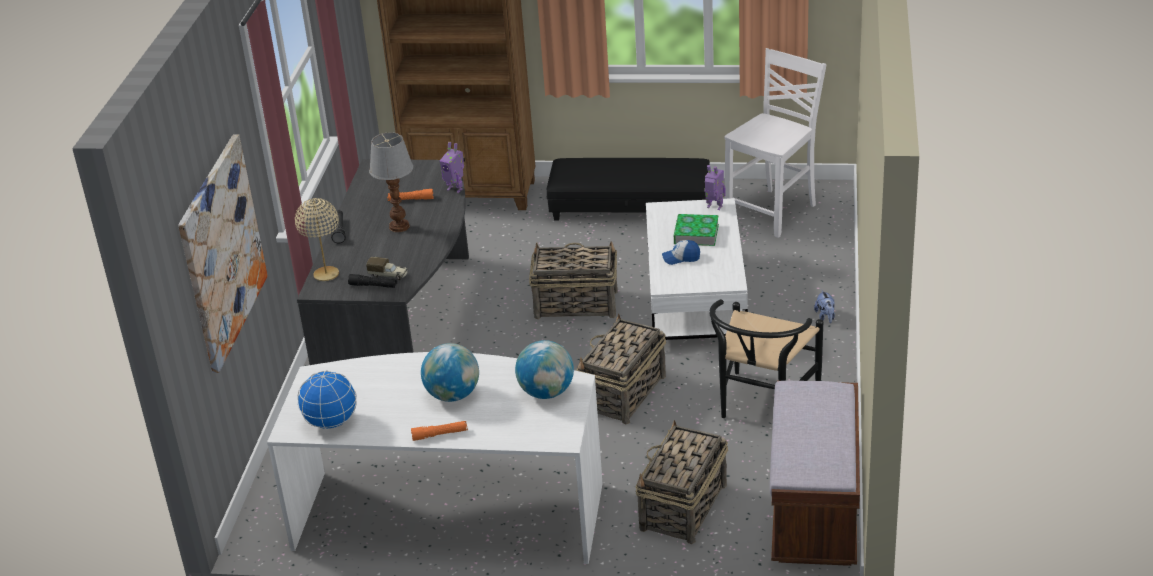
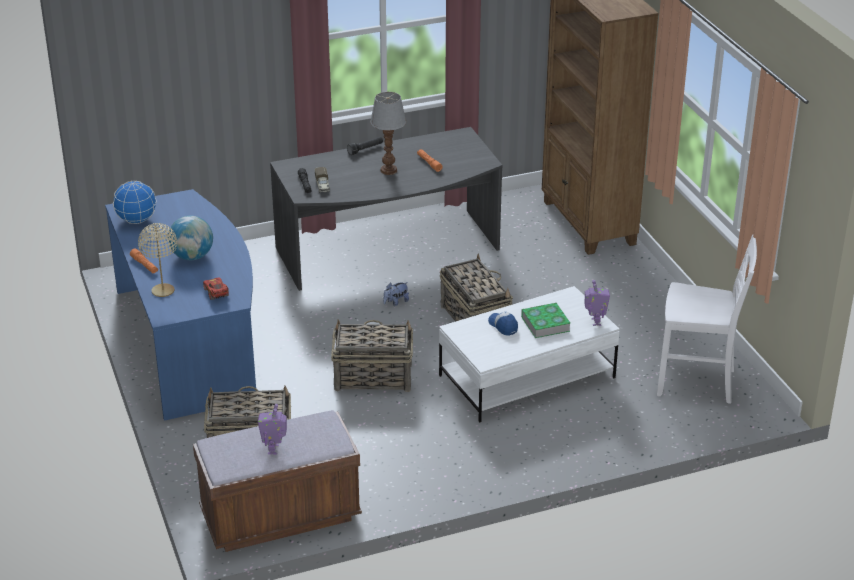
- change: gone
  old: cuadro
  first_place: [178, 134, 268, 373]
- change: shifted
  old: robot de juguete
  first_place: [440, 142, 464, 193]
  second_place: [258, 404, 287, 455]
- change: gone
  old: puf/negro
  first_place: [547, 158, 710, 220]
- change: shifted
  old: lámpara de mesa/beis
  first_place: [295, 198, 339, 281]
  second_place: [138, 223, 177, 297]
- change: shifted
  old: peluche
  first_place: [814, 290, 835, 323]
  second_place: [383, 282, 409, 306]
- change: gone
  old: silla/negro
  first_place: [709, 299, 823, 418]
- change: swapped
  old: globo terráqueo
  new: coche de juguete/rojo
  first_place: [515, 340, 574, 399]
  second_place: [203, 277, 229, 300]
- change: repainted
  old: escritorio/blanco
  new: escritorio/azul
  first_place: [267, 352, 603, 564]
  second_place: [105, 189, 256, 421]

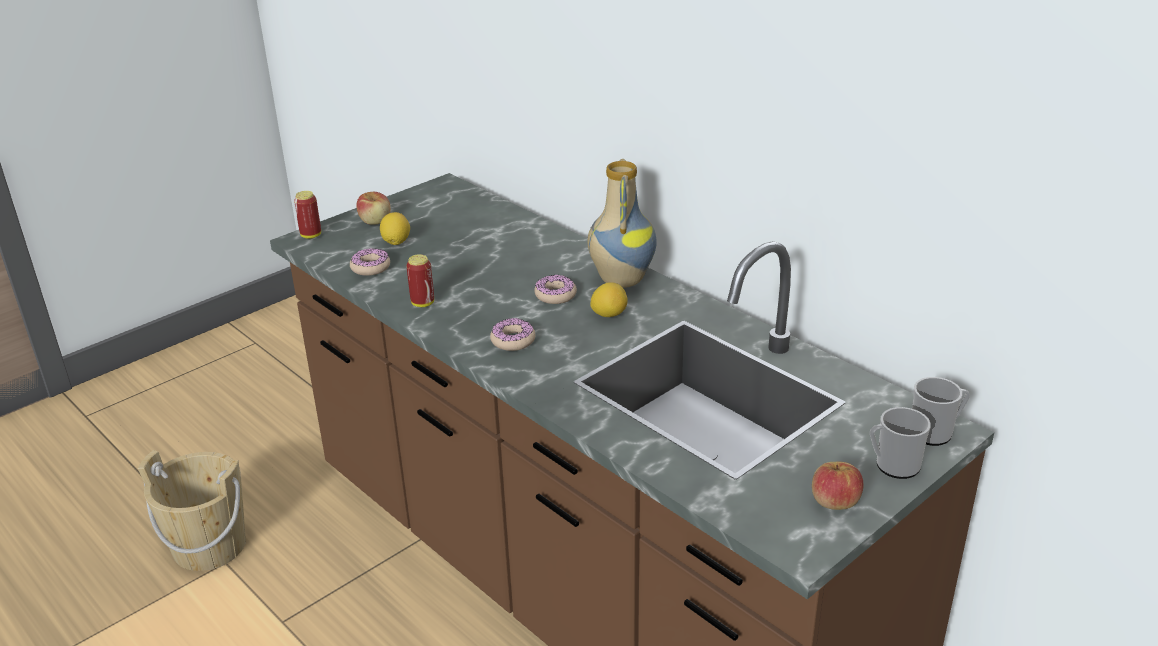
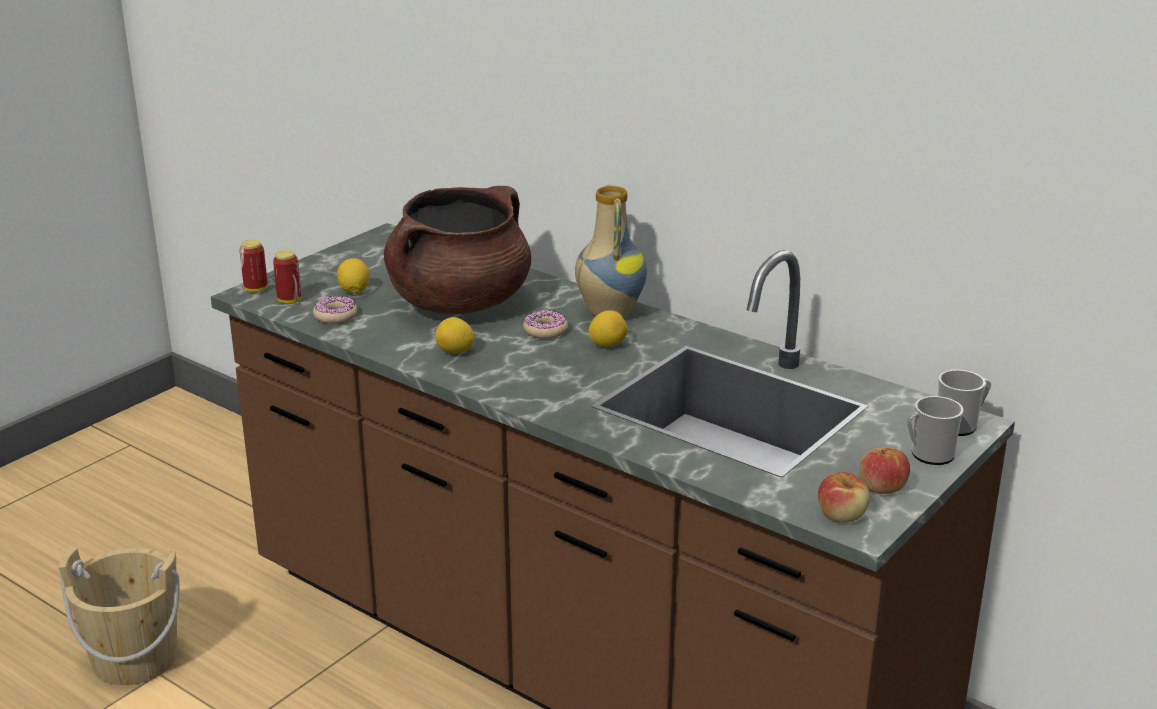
- change: shifted
  old: manzana
  first_place: [356, 192, 391, 225]
  second_place: [818, 472, 870, 523]
- change: shifted
  old: lata
  first_place: [406, 254, 434, 307]
  second_place: [273, 250, 301, 304]
- change: gone
  old: rosquilla
  first_place: [490, 318, 535, 351]
- change: new
  new: olla/marrón
  second_place: [384, 186, 531, 314]
- change: new
  new: limón
  second_place: [435, 317, 475, 354]

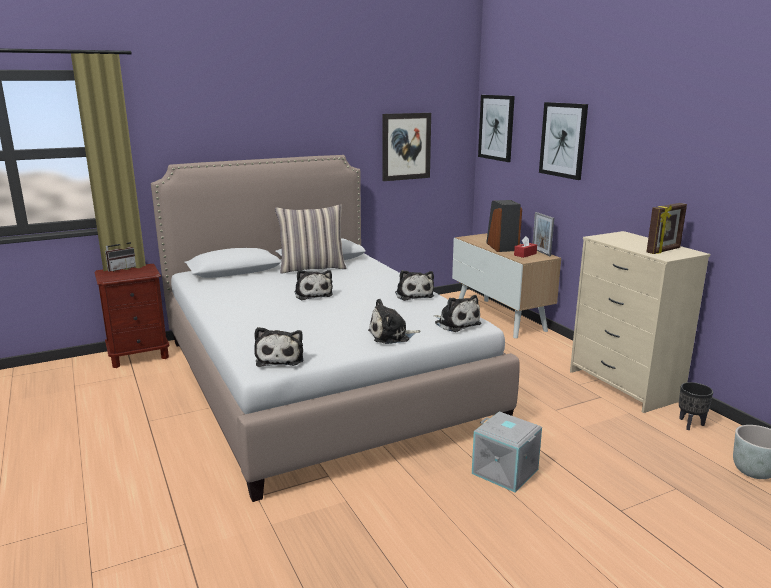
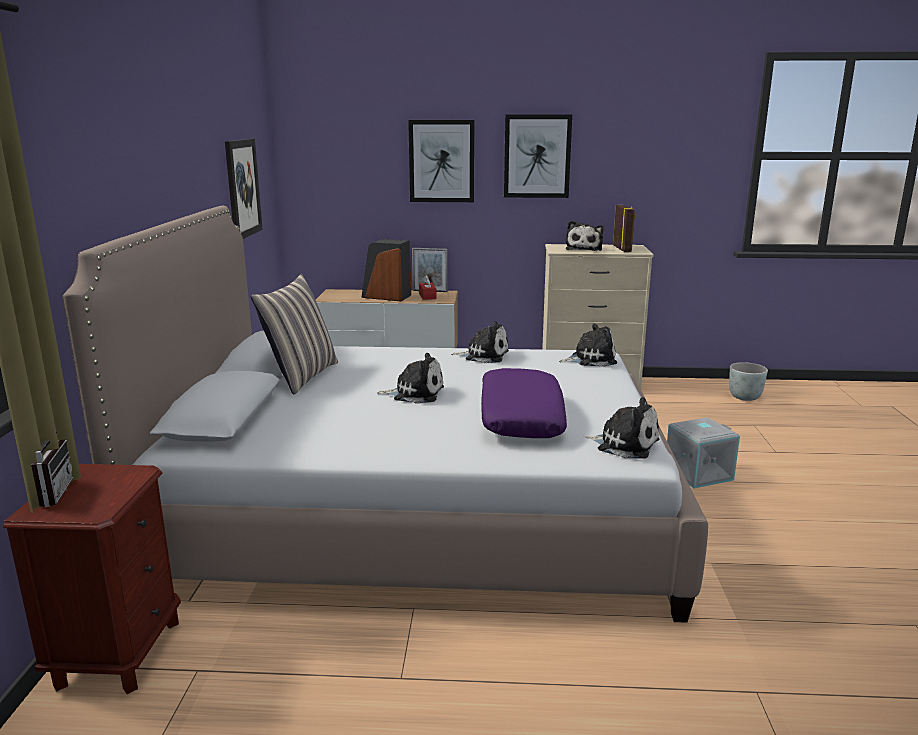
- change: shifted
  old: cuadro
  first_place: [478, 95, 515, 162]
  second_place: [504, 115, 572, 198]
- change: shifted
  old: peluche
  first_place: [368, 299, 421, 344]
  second_place: [566, 220, 604, 251]
- change: gone
  old: maceta/negro
  first_place: [679, 382, 713, 430]
- change: new
  new: cojín/morado
  second_place: [481, 368, 567, 438]

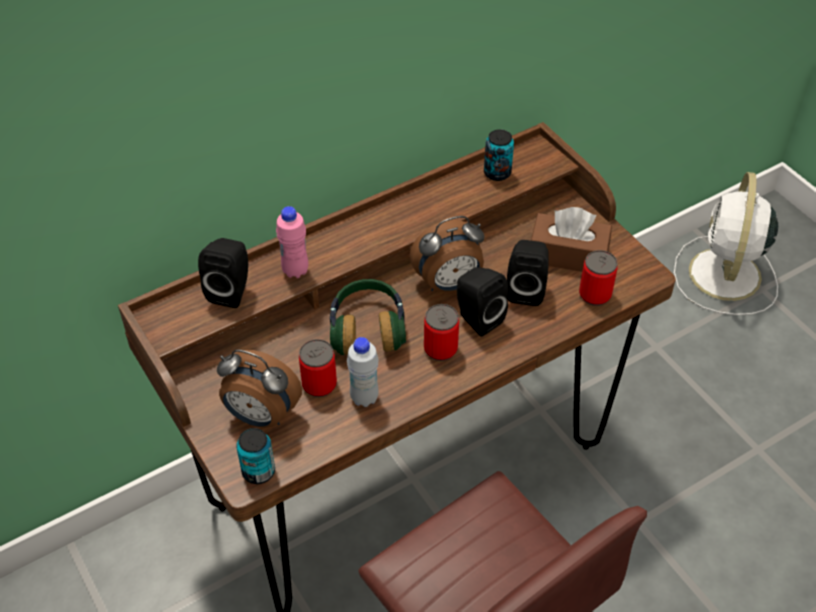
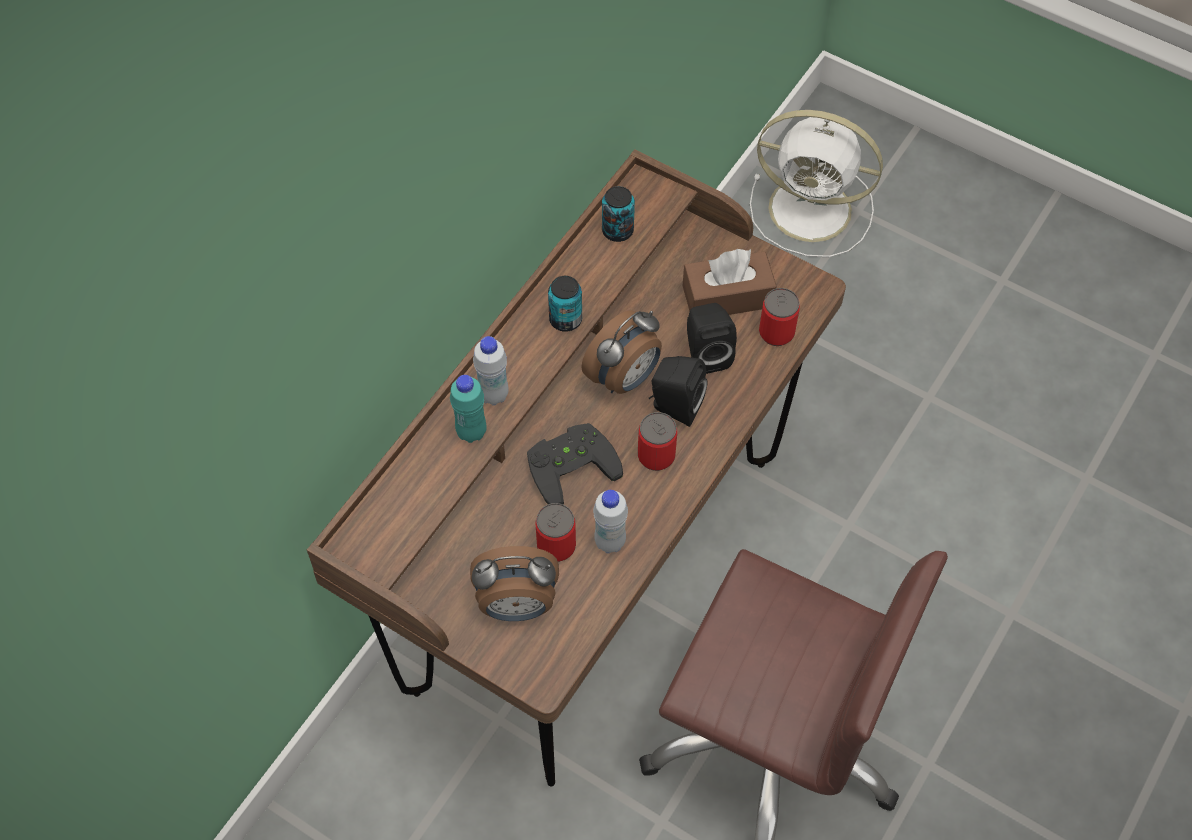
- change: rotated
  old: ventilador/blanco
  first_place: [674, 172, 778, 315]
  second_place: [750, 110, 883, 257]
  degrees: -60
- change: repainted
  old: botella/rosa
  new: botella/turquesa
  first_place: [276, 206, 308, 278]
  second_place: [450, 375, 487, 443]
- change: gone
  old: altavoz/negro
  first_place: [198, 238, 248, 308]
- change: swapped
  old: auriculares
  new: mando de consola/negro
  first_place: [330, 279, 406, 355]
  second_place: [527, 423, 623, 505]
- change: shifted
  old: lata
  first_place: [236, 428, 275, 484]
  second_place: [548, 276, 582, 332]
- change: new
  new: botella/blanco
  second_place: [473, 336, 509, 406]

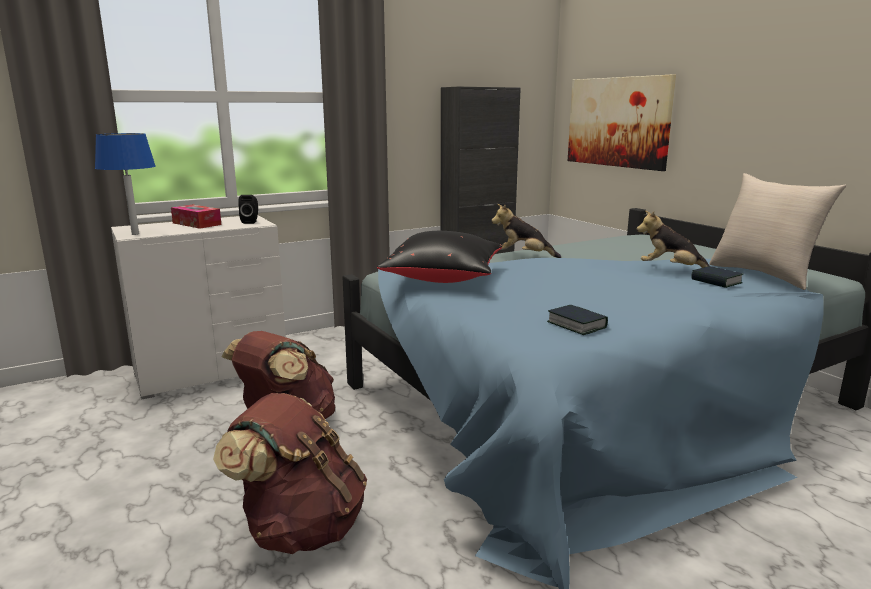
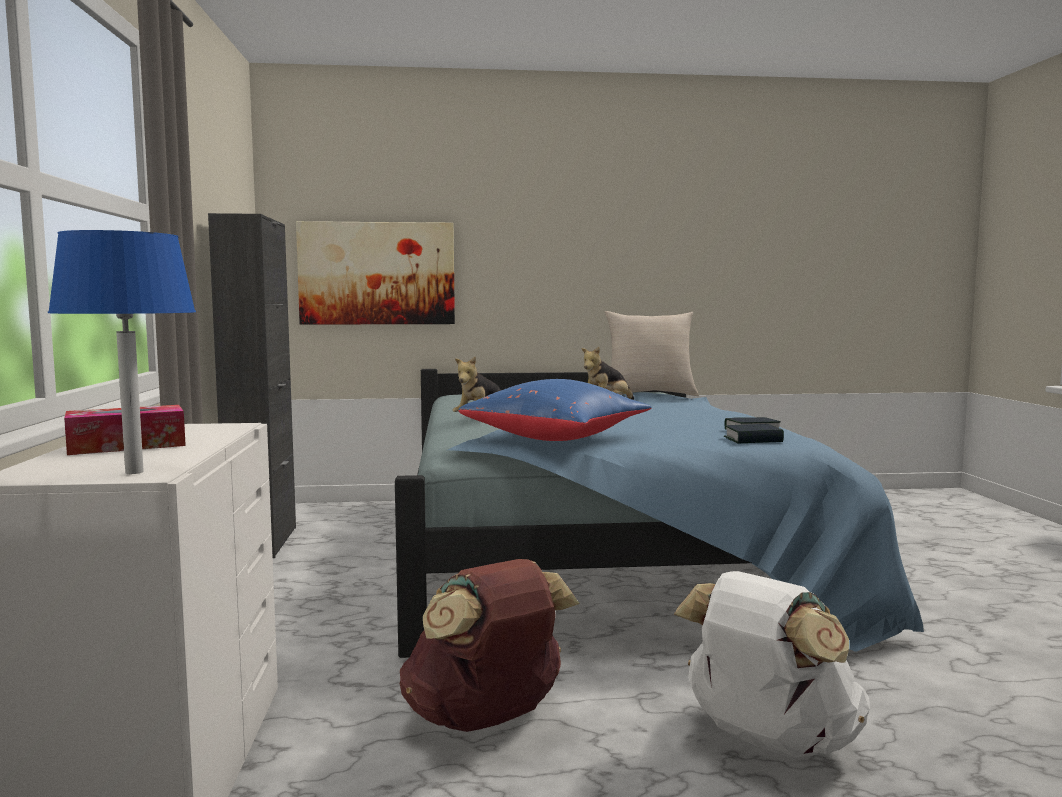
- change: gone
  old: altavoz/negro
  first_place: [238, 195, 258, 224]
- change: repainted
  old: cojín/negro
  new: cojín/azul
  first_place: [377, 231, 502, 283]
  second_place: [458, 379, 652, 441]
- change: shifted
  old: libro
  first_place: [691, 266, 744, 288]
  second_place: [724, 424, 784, 443]
- change: repainted
  old: mochila/marrón
  new: mochila/blanco
  first_place: [213, 393, 367, 554]
  second_place: [674, 571, 870, 758]

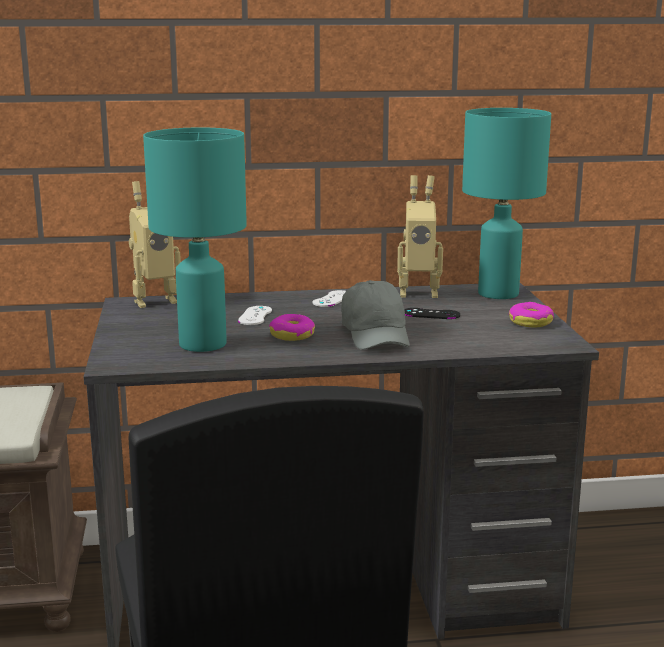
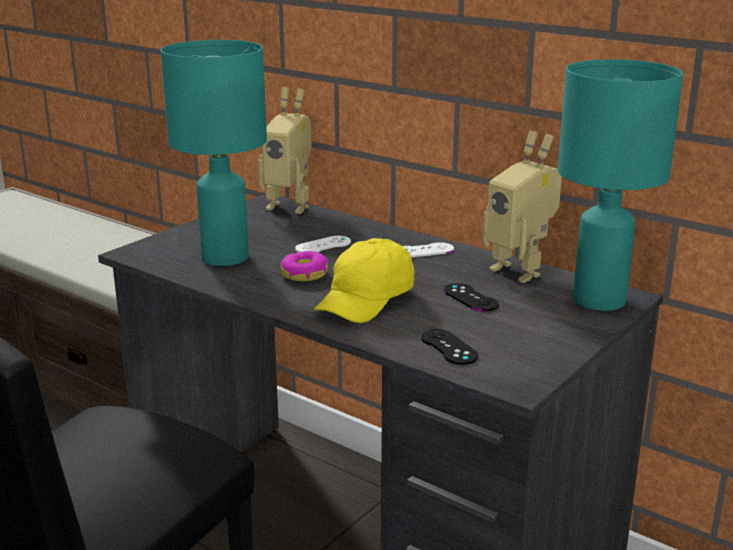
- change: repainted
  old: gorra/gris
  new: gorra/amarillo
  first_place: [341, 280, 410, 350]
  second_place: [314, 238, 415, 323]
- change: gone
  old: rosquilla
  first_place: [509, 302, 554, 327]
- change: new
  new: mando de consola/negro
  second_place: [421, 329, 479, 365]

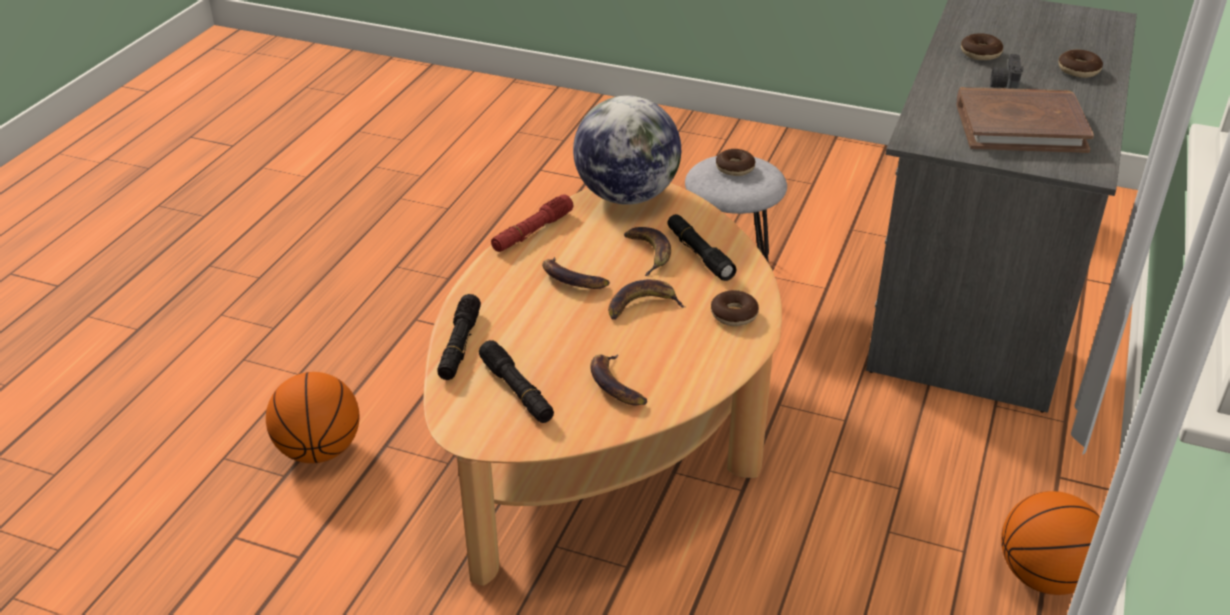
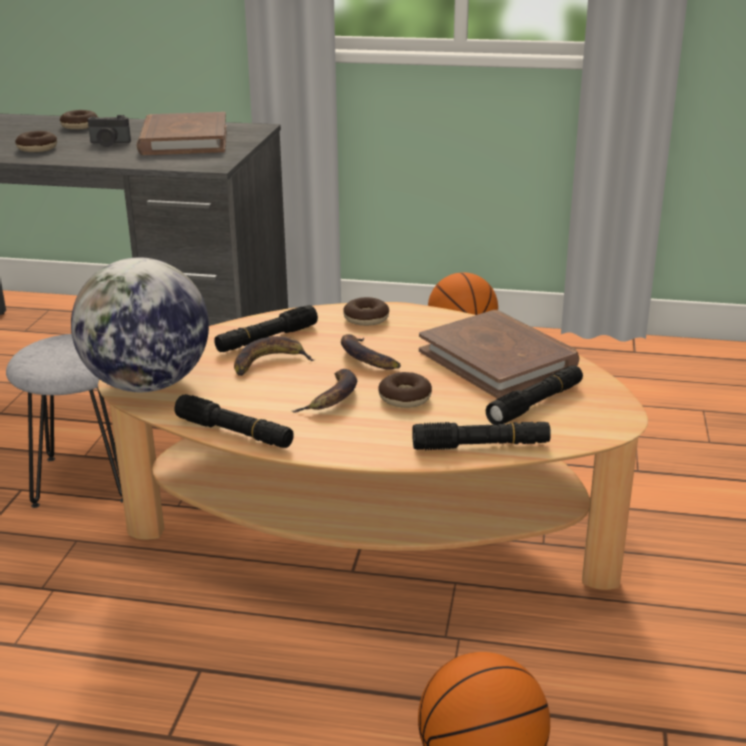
- change: shifted
  old: rosquilla
  first_place: [716, 149, 755, 176]
  second_place: [378, 372, 432, 408]
- change: repainted
  old: linterna/rojo
  new: linterna/negro
  first_place: [491, 194, 573, 252]
  second_place: [174, 394, 294, 448]
- change: swapped
  old: plátano
  new: libro/marrón
  first_place: [590, 354, 647, 405]
  second_place: [419, 310, 579, 399]

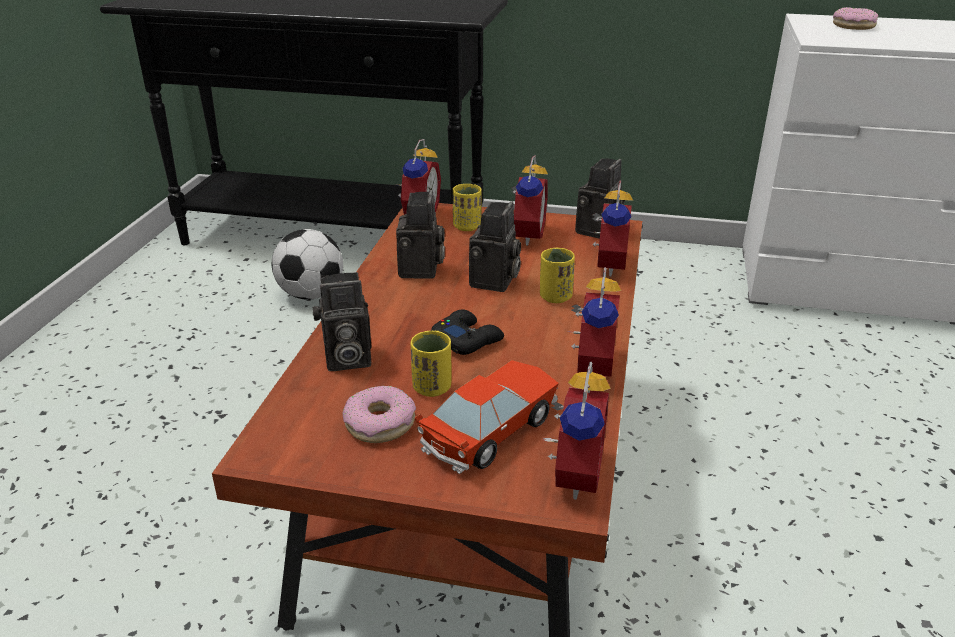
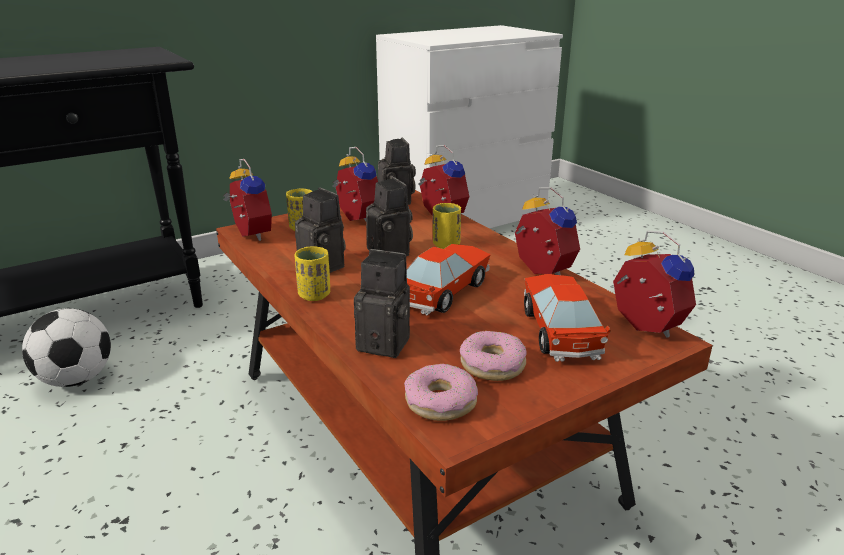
- change: shifted
  old: rosquilla
  first_place: [833, 7, 878, 30]
  second_place: [404, 364, 478, 421]
- change: rotated
  old: cámara
  first_place: [313, 272, 372, 371]
  second_place: [354, 249, 410, 358]
  degrees: -105
- change: swapped
  old: mando de consola/negro
  new: coche de juguete
  first_place: [431, 309, 504, 355]
  second_place: [407, 244, 491, 315]
- change: shifted
  old: taza/amarillo
  first_place: [410, 331, 451, 397]
  second_place: [295, 246, 330, 301]

